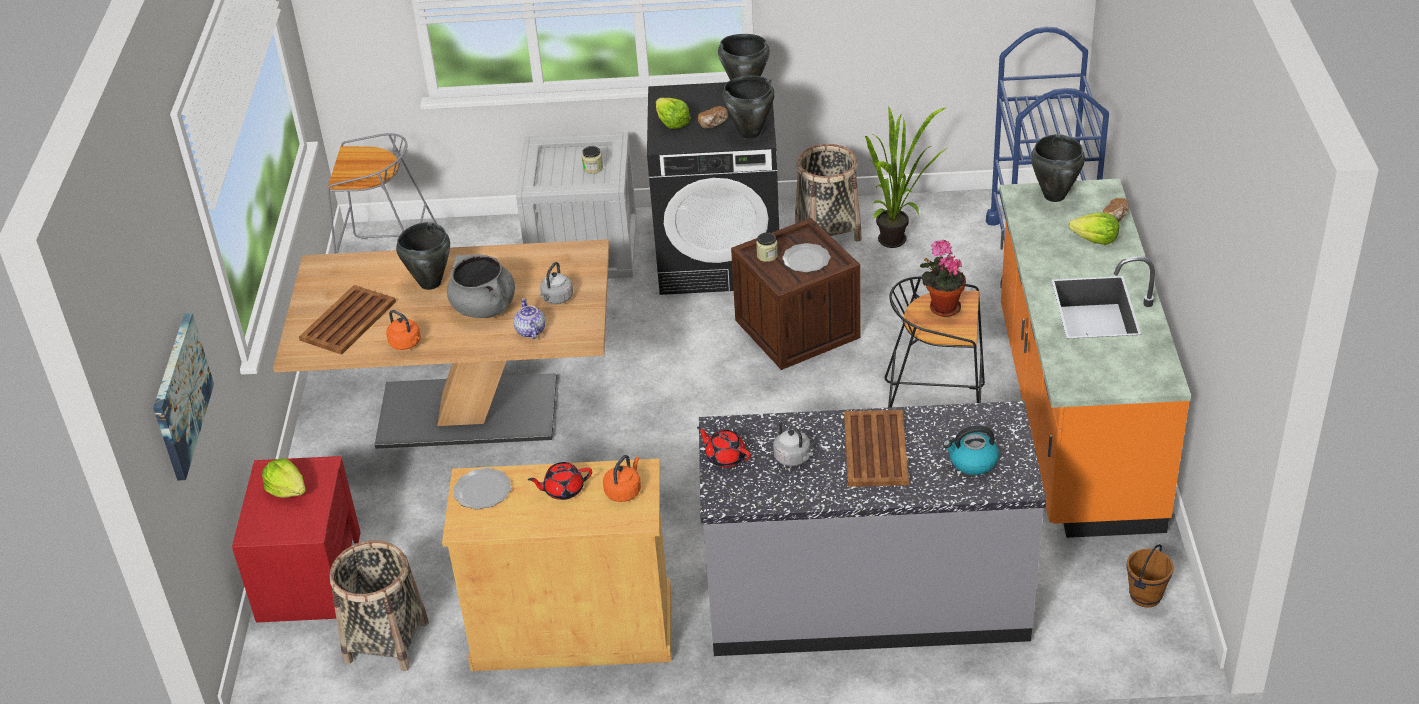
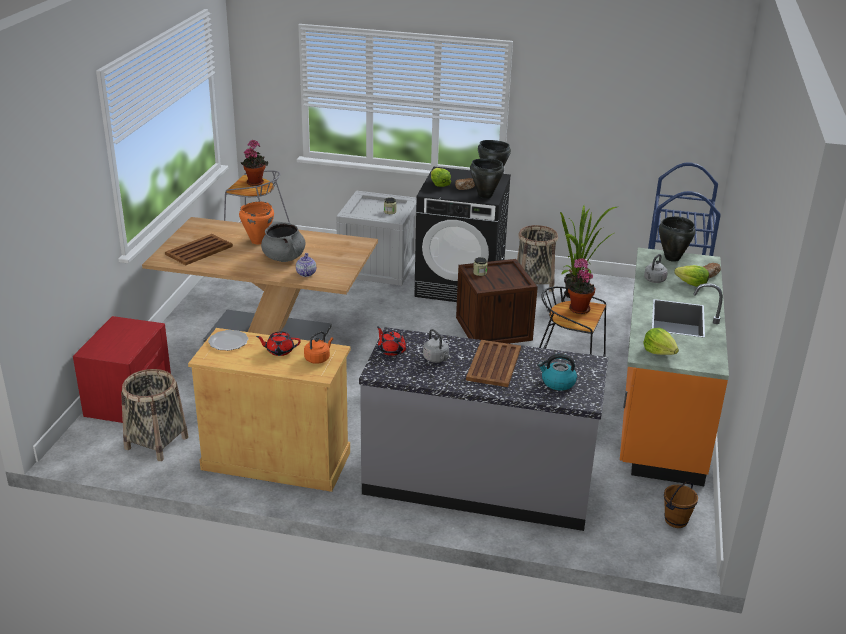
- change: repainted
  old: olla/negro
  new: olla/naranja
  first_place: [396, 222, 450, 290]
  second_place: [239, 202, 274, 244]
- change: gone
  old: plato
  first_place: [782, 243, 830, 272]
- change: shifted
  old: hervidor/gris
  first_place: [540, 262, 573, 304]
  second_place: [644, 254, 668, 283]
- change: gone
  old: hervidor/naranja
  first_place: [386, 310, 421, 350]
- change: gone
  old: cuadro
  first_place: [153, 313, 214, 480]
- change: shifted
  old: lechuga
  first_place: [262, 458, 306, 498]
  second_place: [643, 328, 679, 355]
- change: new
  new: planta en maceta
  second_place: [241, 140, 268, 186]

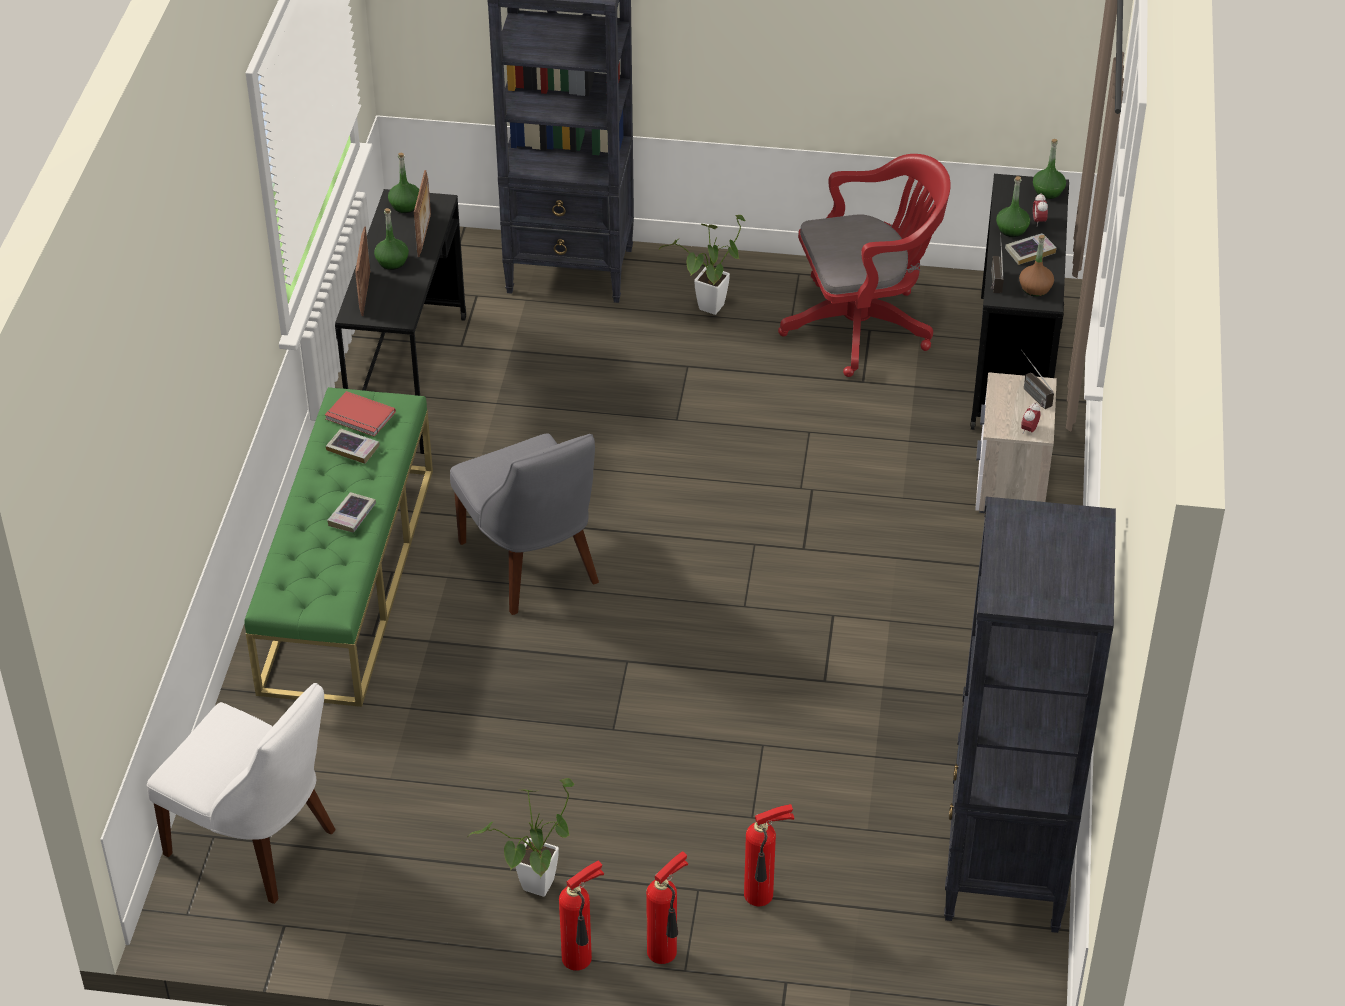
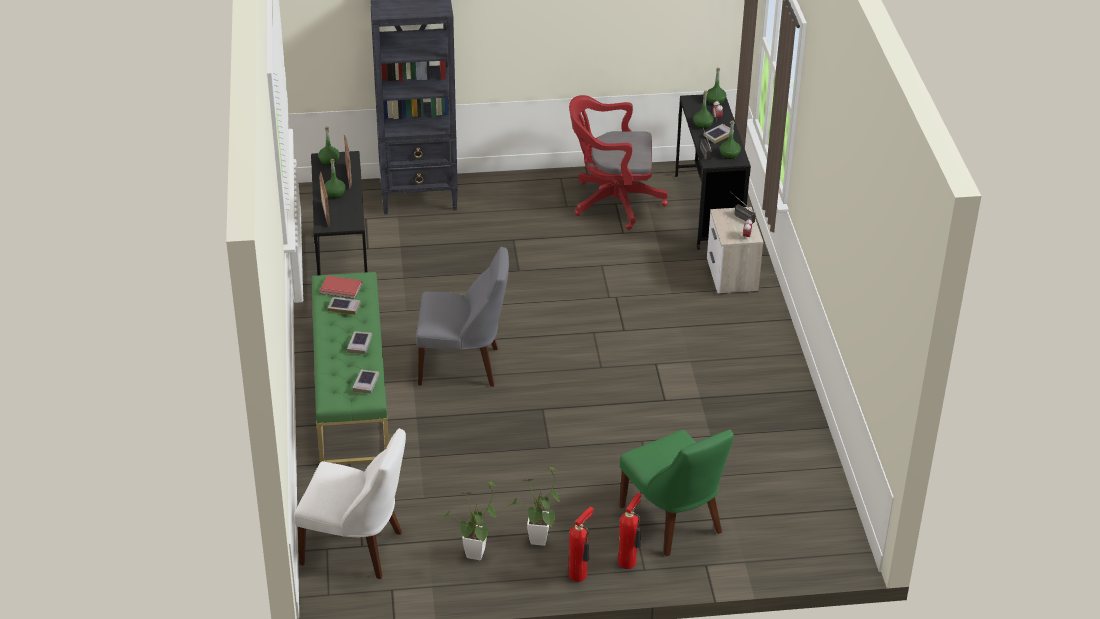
- change: rotated
  old: silla de oficina/rojo
  first_place: [778, 154, 951, 377]
  second_place: [569, 95, 668, 230]
  degrees: -150
- change: shifted
  old: planta en maceta
  first_place: [658, 215, 746, 315]
  second_place: [435, 482, 496, 560]
- change: repainted
  old: botella/marrón
  new: botella/verde
  first_place: [1019, 235, 1054, 297]
  second_place: [720, 120, 741, 159]
- change: rotated
  old: silla/gris
  first_place: [450, 433, 599, 615]
  second_place: [416, 247, 509, 387]
  degrees: -45
- change: gone
  old: estantería/negro
  first_place: [944, 497, 1116, 933]
- change: swapped
  old: extintor
  new: silla/verde
  first_place: [744, 804, 795, 906]
  second_place: [620, 430, 734, 557]
- change: new
  new: libro
  second_place: [352, 370, 379, 393]

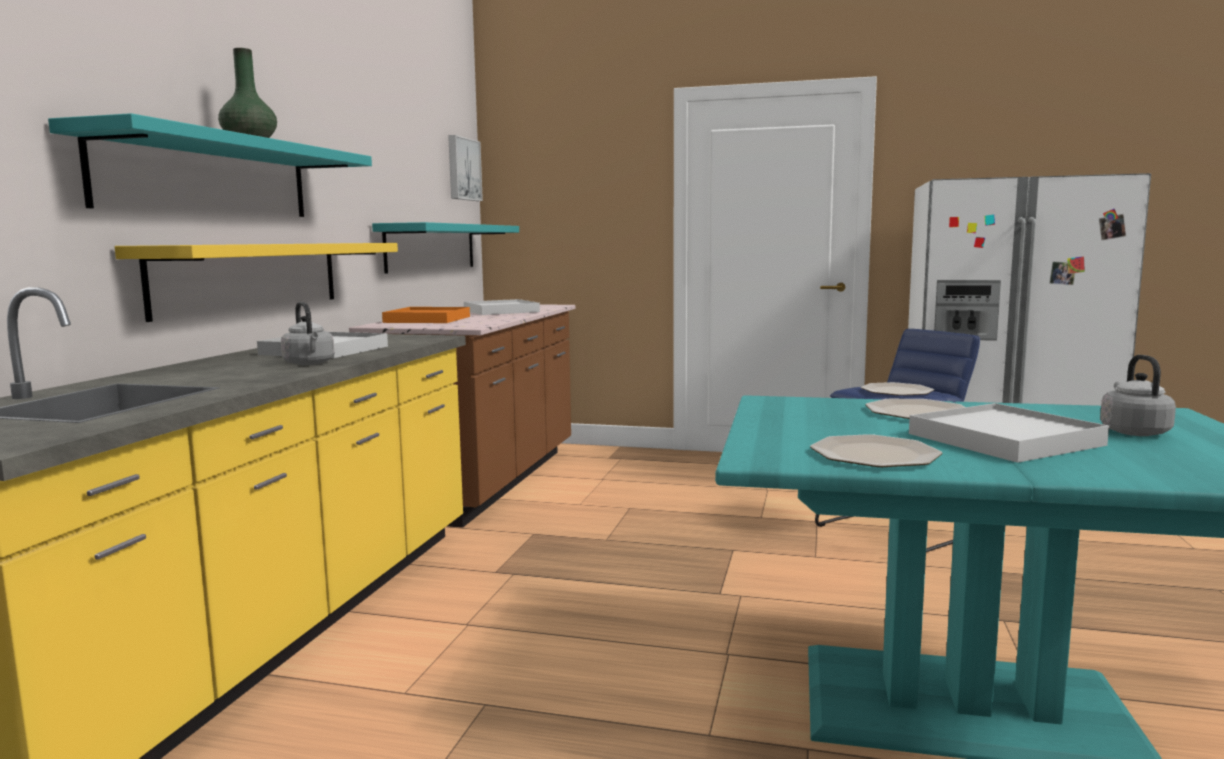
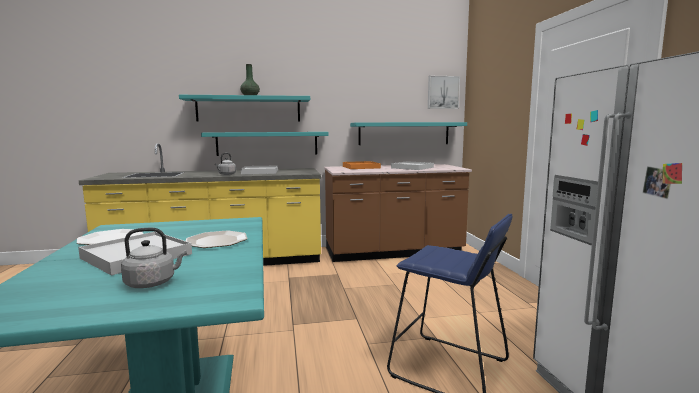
- change: repainted
  old: estante/amarillo
  new: estante/turquesa
  first_place: [115, 243, 398, 322]
  second_place: [201, 132, 329, 156]
- change: gone
  old: plato
  first_place: [861, 382, 934, 396]

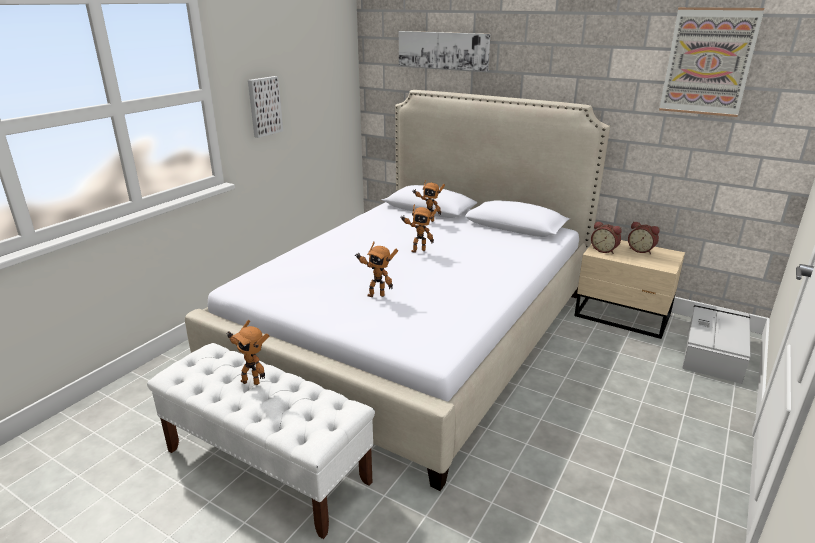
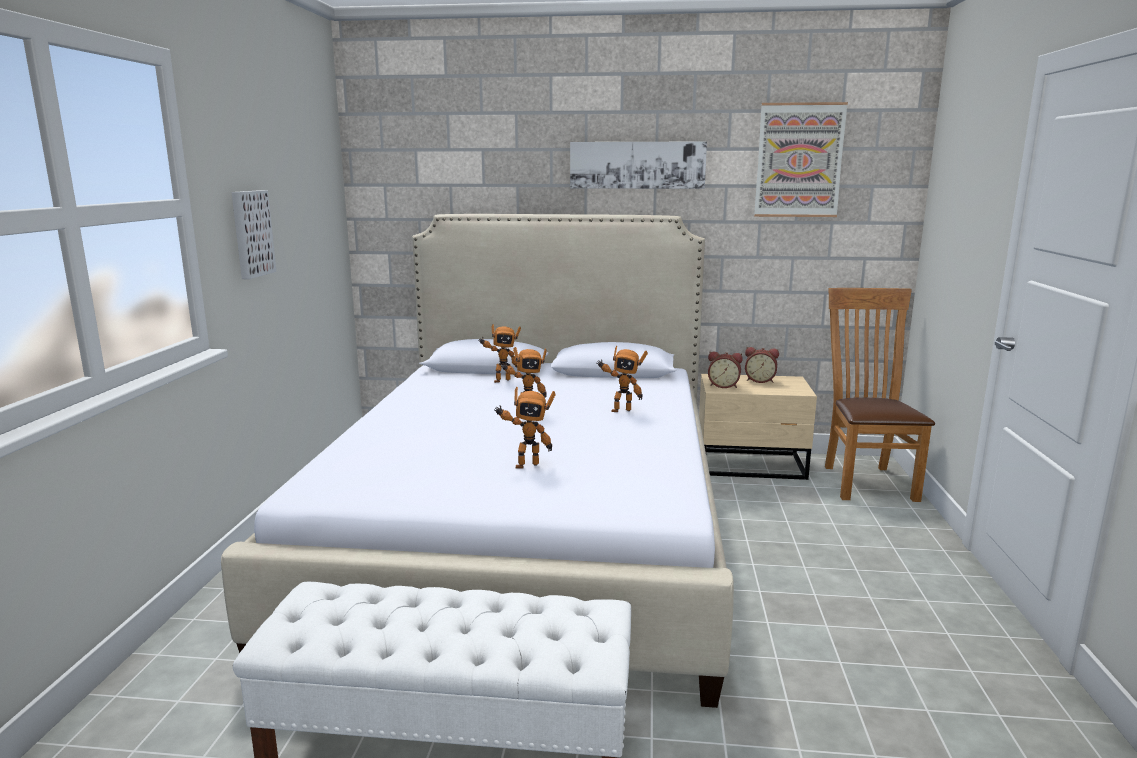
- change: shifted
  old: cuadro
  first_place: [399, 31, 490, 71]
  second_place: [570, 141, 707, 189]
- change: swapped
  old: caja de almacenaje/gris
  new: silla/marrón
  first_place: [682, 302, 750, 384]
  second_place: [825, 288, 935, 502]
- change: shifted
  old: robot de juguete
  first_place: [226, 320, 269, 385]
  second_place: [597, 346, 648, 412]

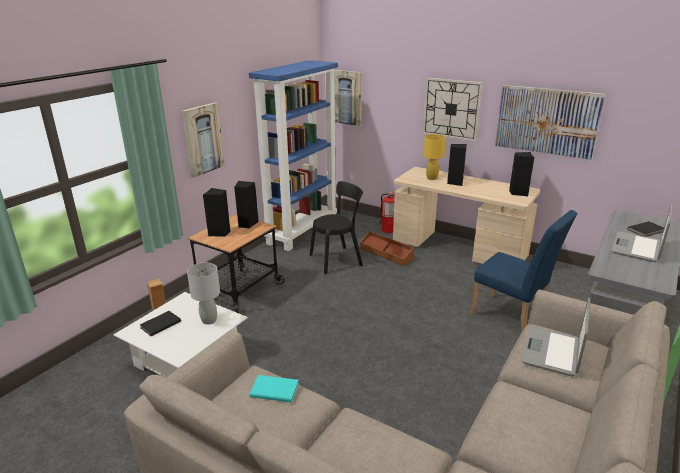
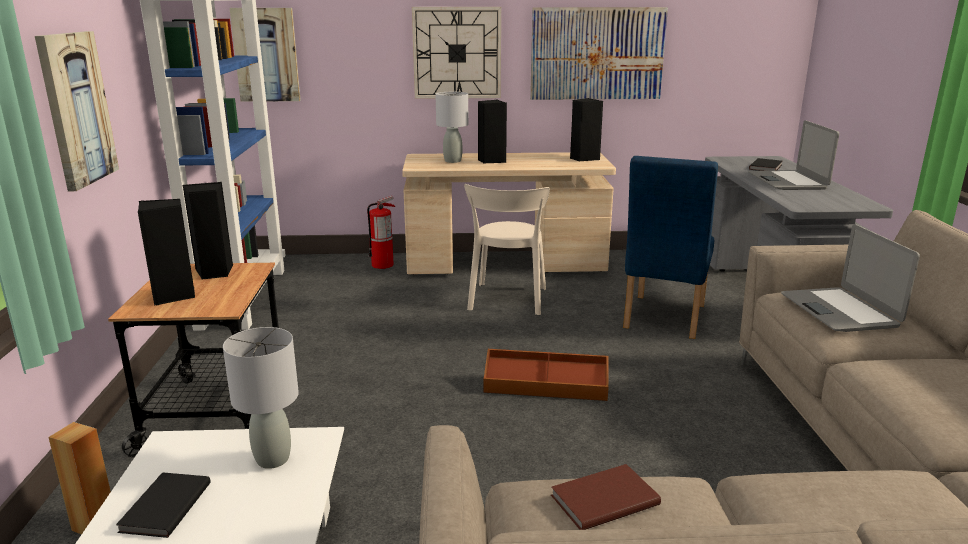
- change: repainted
  old: lámpara de mesa/amarillo
  new: lámpara de mesa/gris
  first_place: [423, 134, 446, 180]
  second_place: [435, 92, 468, 163]
- change: gone
  old: silla/negro
  first_place: [309, 181, 363, 274]
- change: rotated
  old: silla/azul
  first_place: [470, 210, 577, 331]
  second_place: [623, 156, 718, 339]
  degrees: 105
- change: shifted
  old: caja de almacenaje/marrón
  first_place: [360, 231, 414, 266]
  second_place: [484, 349, 609, 401]
- change: repainted
  old: libro/turquesa
  new: libro/marrón
  first_place: [249, 375, 299, 403]
  second_place: [551, 464, 661, 530]
- change: new
  new: silla/beis
  second_place: [464, 184, 550, 315]

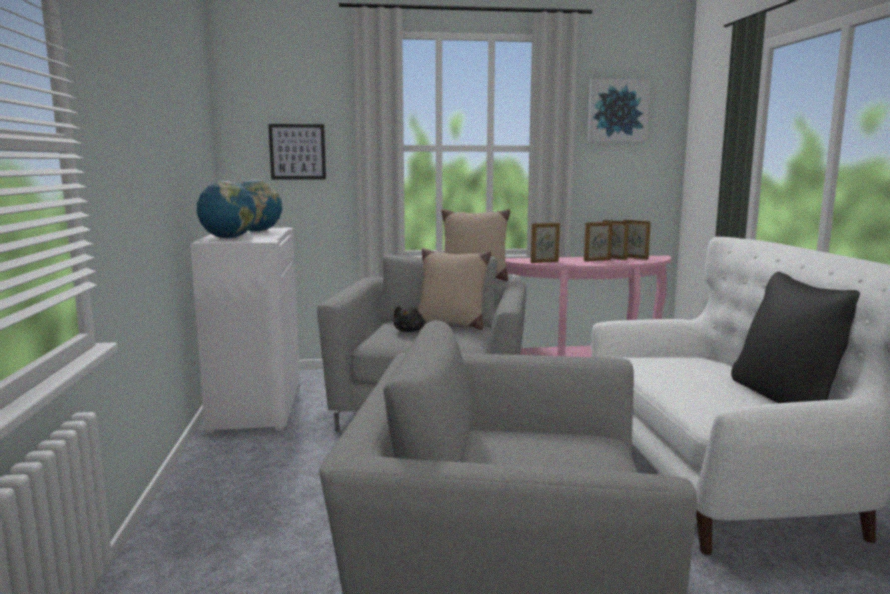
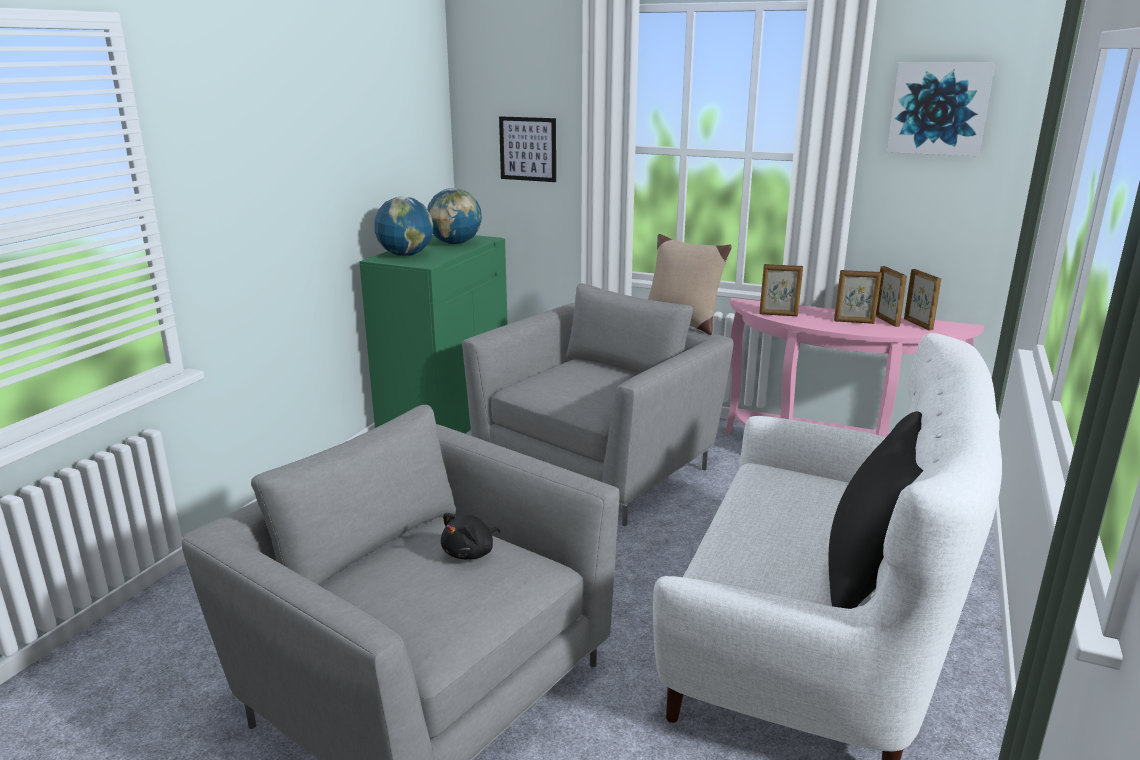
- change: repainted
  old: armario/blanco
  new: armario/verde
  first_place: [190, 228, 300, 434]
  second_place: [359, 235, 507, 434]
- change: gone
  old: cojín/beis
  first_place: [418, 248, 491, 330]
- change: shifted
  old: peluche/negro
  first_place: [394, 306, 425, 332]
  second_place: [441, 513, 501, 560]

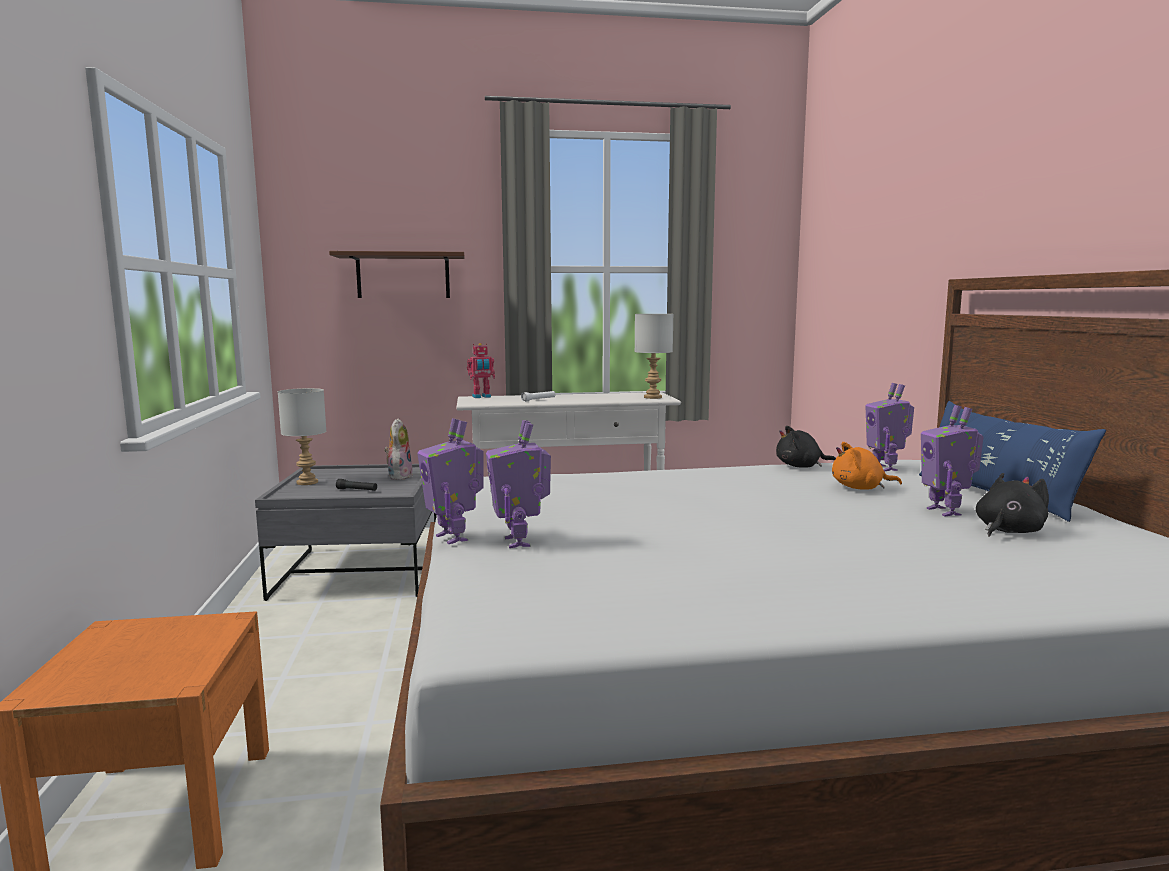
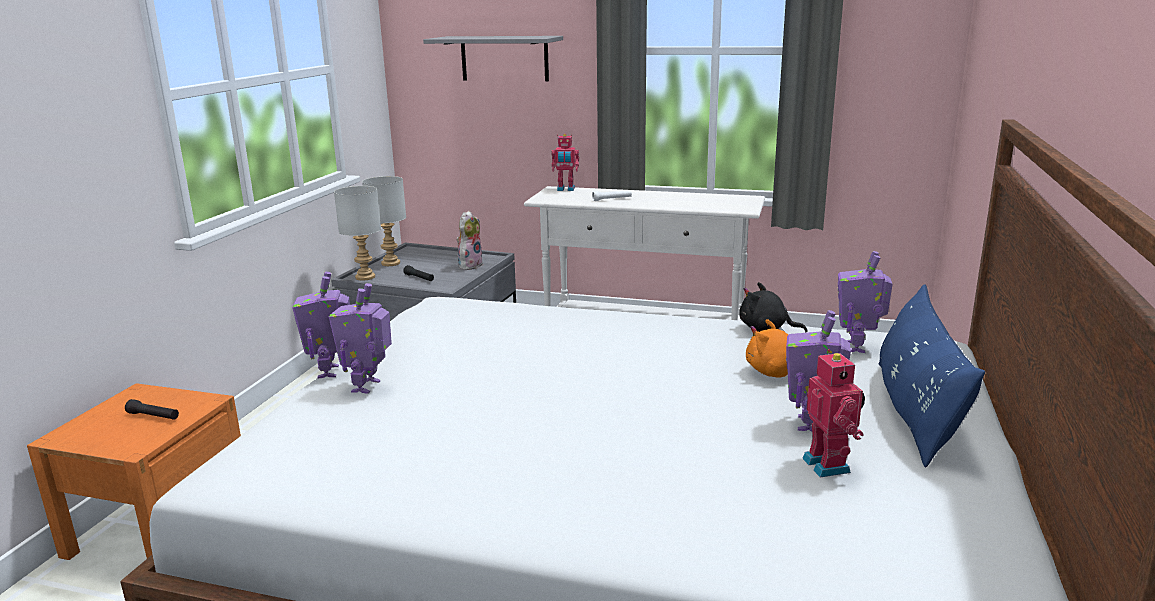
- change: repainted
  old: estante/marrón
  new: estante/gris
  first_place: [329, 251, 465, 298]
  second_place: [423, 36, 563, 81]
- change: shifted
  old: lámpara de mesa/gris
  first_place: [635, 314, 673, 399]
  second_place: [334, 186, 381, 281]
- change: swapped
  old: peluche/negro
  new: robot de juguete
  first_place: [976, 473, 1049, 536]
  second_place: [802, 349, 865, 478]
- change: new
  new: linterna/negro
  second_place: [125, 399, 179, 420]

